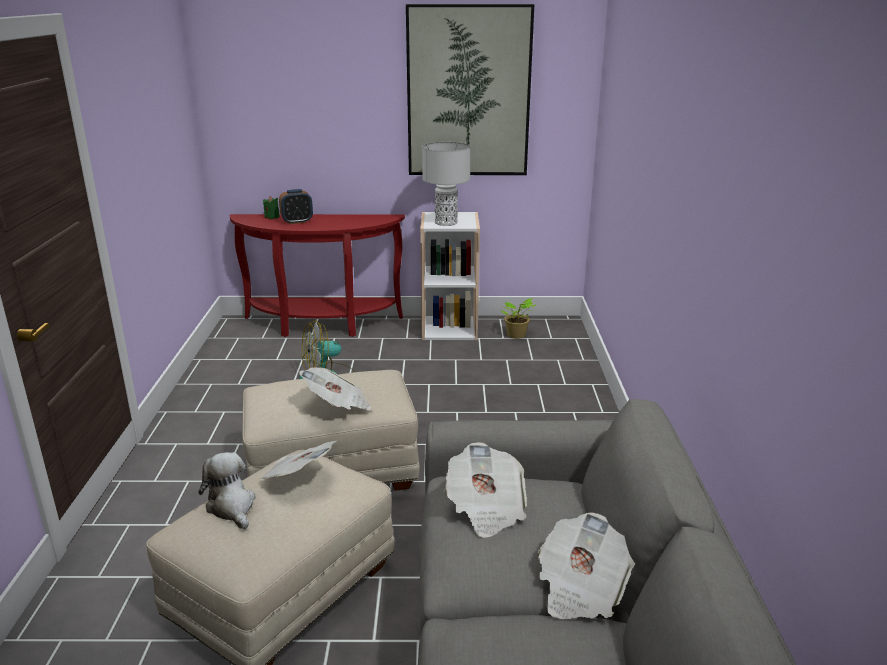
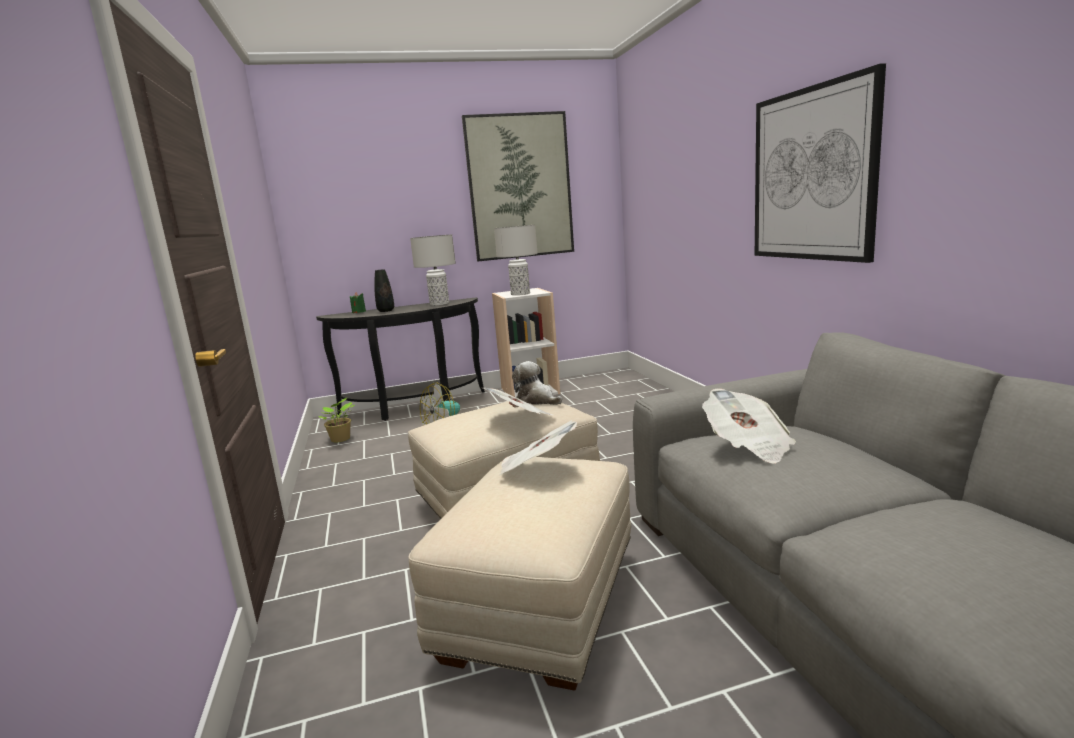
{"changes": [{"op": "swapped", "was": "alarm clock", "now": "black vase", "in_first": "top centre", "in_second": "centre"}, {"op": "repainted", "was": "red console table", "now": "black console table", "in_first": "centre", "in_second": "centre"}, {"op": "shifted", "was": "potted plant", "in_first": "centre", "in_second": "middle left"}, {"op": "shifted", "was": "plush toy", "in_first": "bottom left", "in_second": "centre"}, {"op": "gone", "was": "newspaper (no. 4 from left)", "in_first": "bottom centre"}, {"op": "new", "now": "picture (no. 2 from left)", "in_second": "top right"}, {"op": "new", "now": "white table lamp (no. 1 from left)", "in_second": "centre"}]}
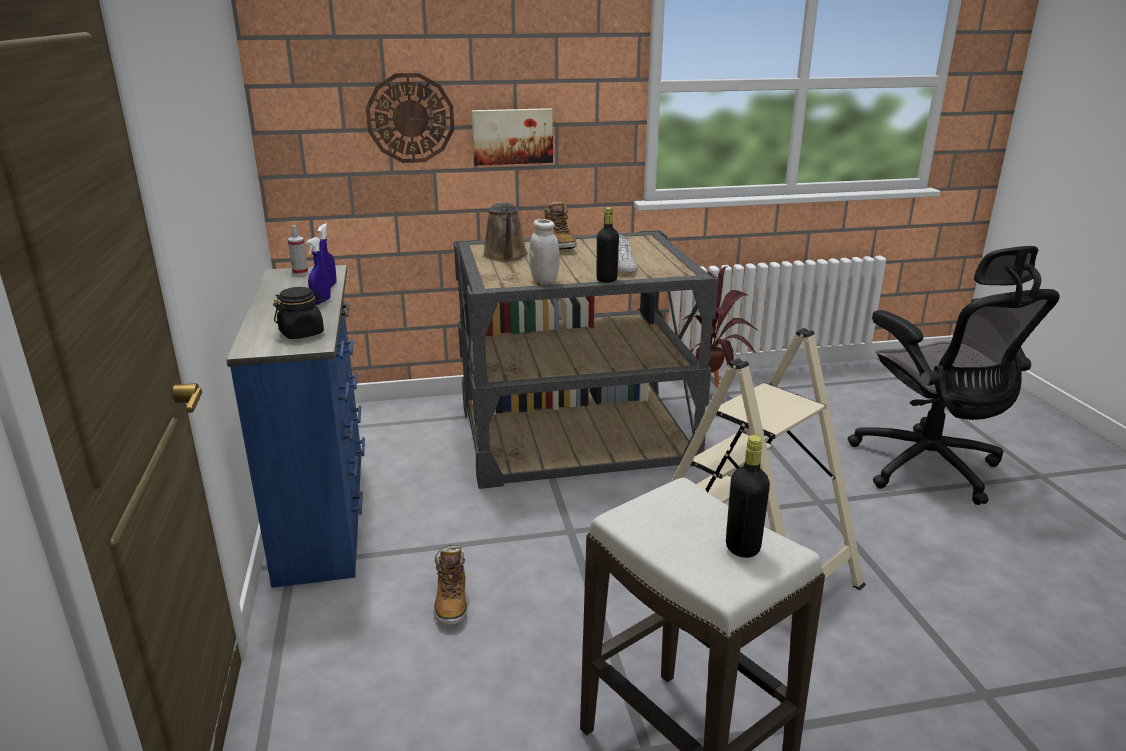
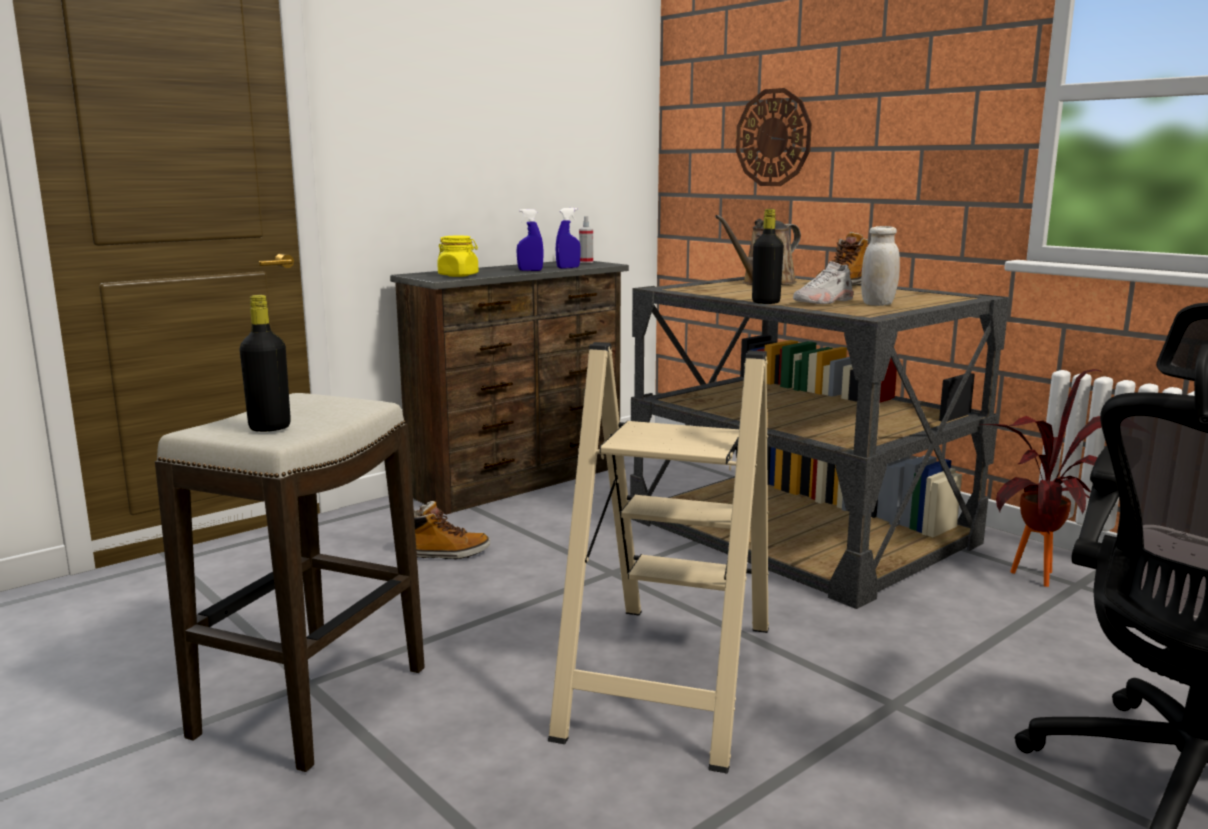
{"changes": [{"op": "gone", "was": "picture", "in_first": "top centre"}, {"op": "shifted", "was": "white jar", "in_first": "centre", "in_second": "top right"}, {"op": "repainted", "was": "blue dresser", "now": "brown dresser", "in_first": "middle left", "in_second": "centre"}, {"op": "repainted", "was": "black jar", "now": "yellow jar", "in_first": "middle left", "in_second": "top centre"}, {"op": "rotated", "was": "boot (no. 1 from left)", "in_first": "bottom centre", "in_second": "centre", "clockwise": -150}]}
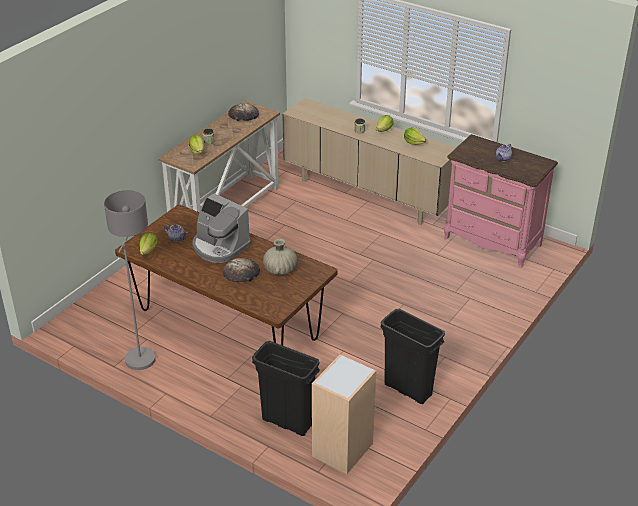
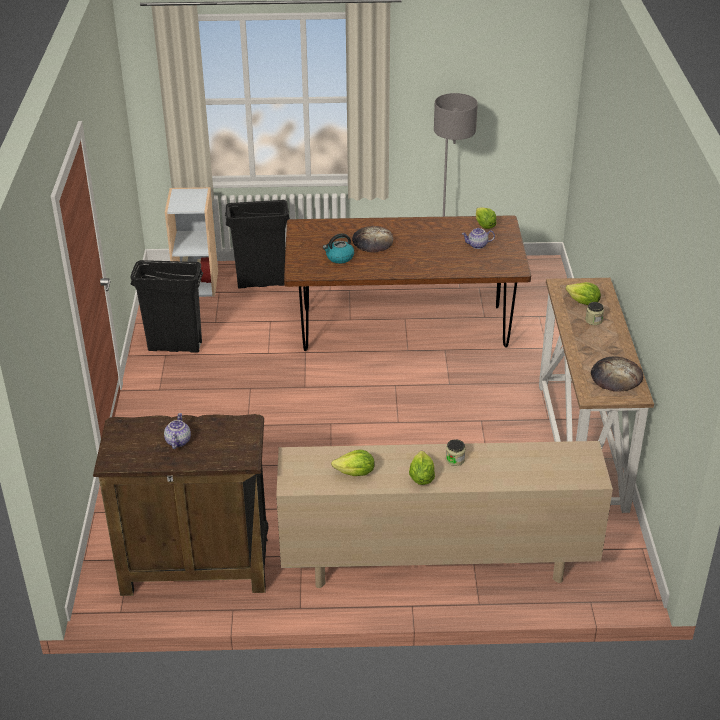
{"changes": [{"op": "repainted", "was": "pink dresser", "now": "black dresser", "in_first": "middle right", "in_second": "bottom left"}, {"op": "gone", "was": "coffee machine", "in_first": "centre"}, {"op": "swapped", "was": "beige vase", "now": "kettle", "in_first": "centre", "in_second": "centre"}]}
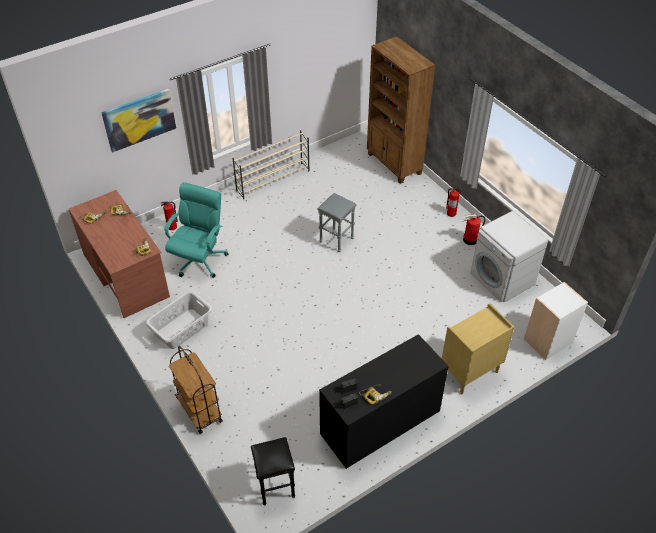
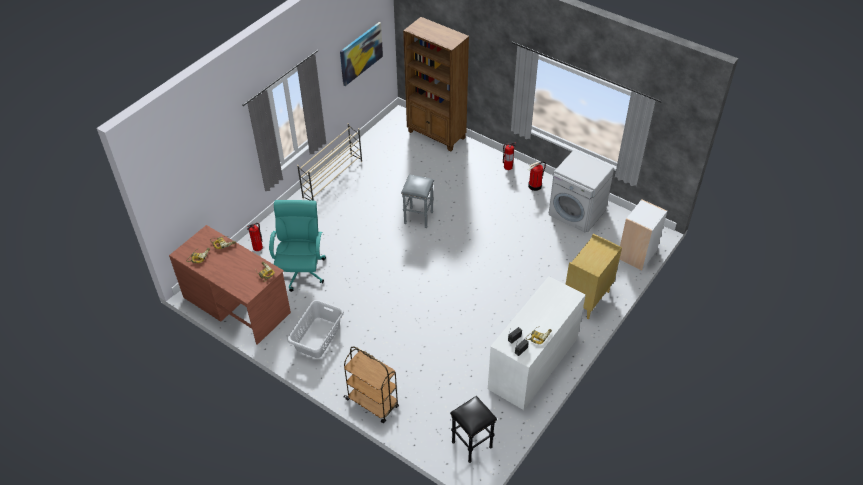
{"changes": [{"op": "shifted", "was": "picture", "in_first": "top left", "in_second": "top centre"}, {"op": "repainted", "was": "black dresser", "now": "white dresser", "in_first": "bottom centre", "in_second": "bottom centre"}]}
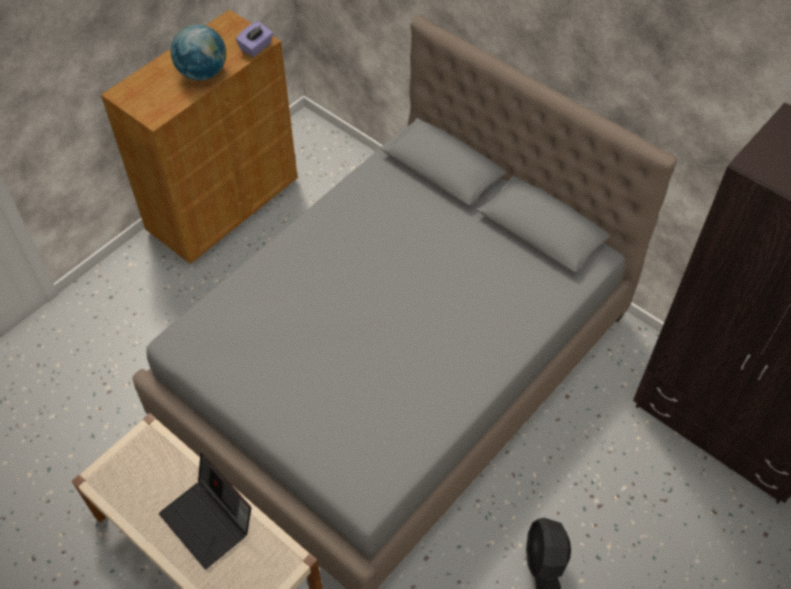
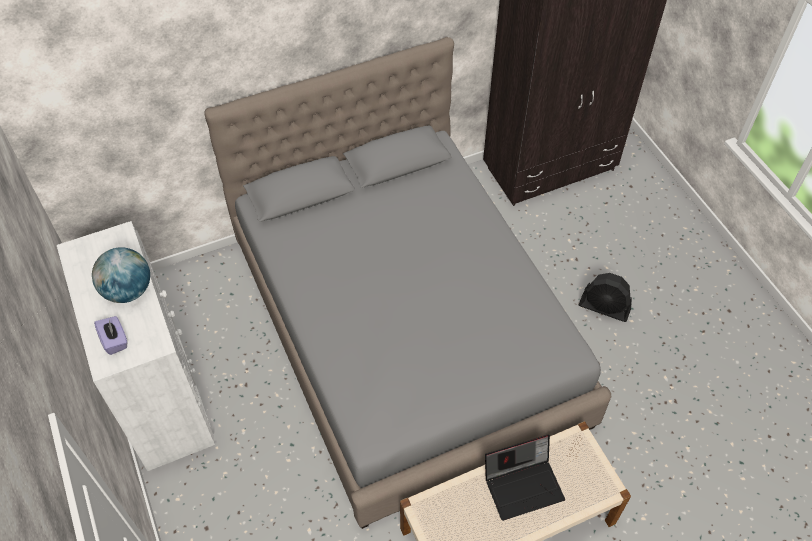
{"changes": [{"op": "repainted", "was": "brown dresser", "now": "white dresser", "in_first": "top left", "in_second": "middle left"}, {"op": "shifted", "was": "purple tissue box", "in_first": "top left", "in_second": "middle left"}]}
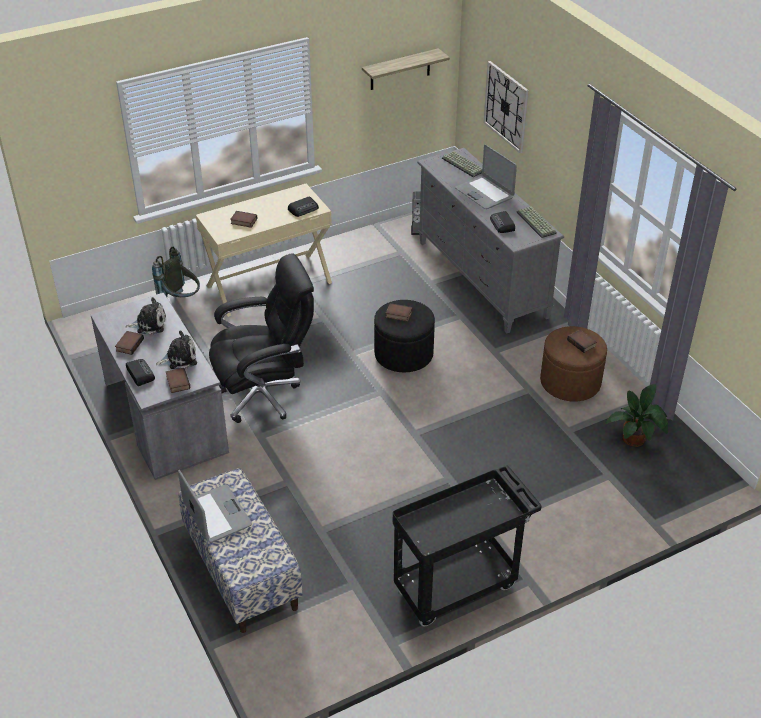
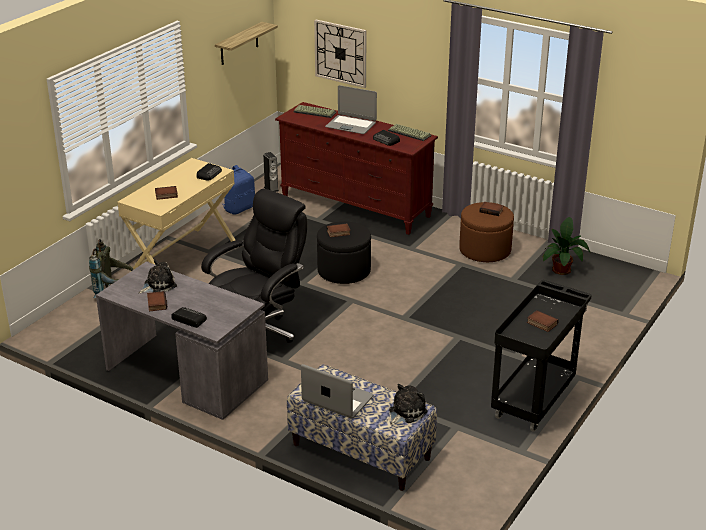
{"changes": [{"op": "repainted", "was": "grey dresser", "now": "red dresser", "in_first": "centre", "in_second": "top centre"}, {"op": "shifted", "was": "plush toy (no. 2 from left)", "in_first": "middle left", "in_second": "bottom centre"}, {"op": "shifted", "was": "book (no. 2 from left in the first image)", "now": "book (no. 5 from left)", "in_first": "middle left", "in_second": "middle right"}, {"op": "new", "now": "blue backpack", "in_second": "centre"}]}
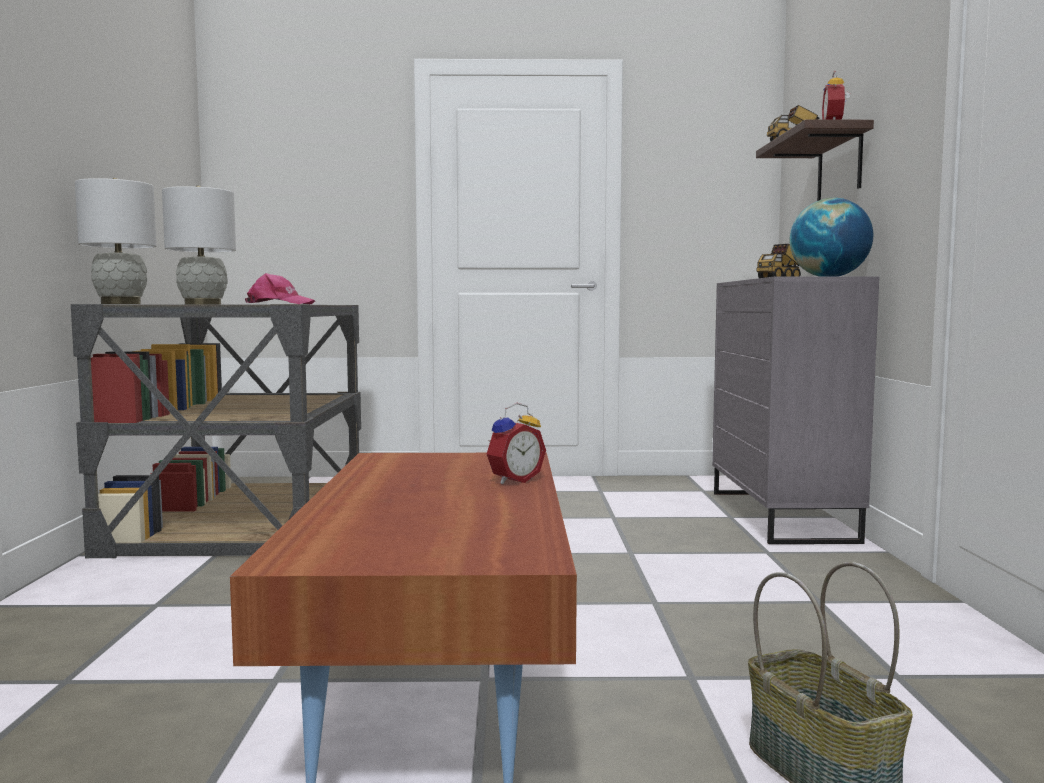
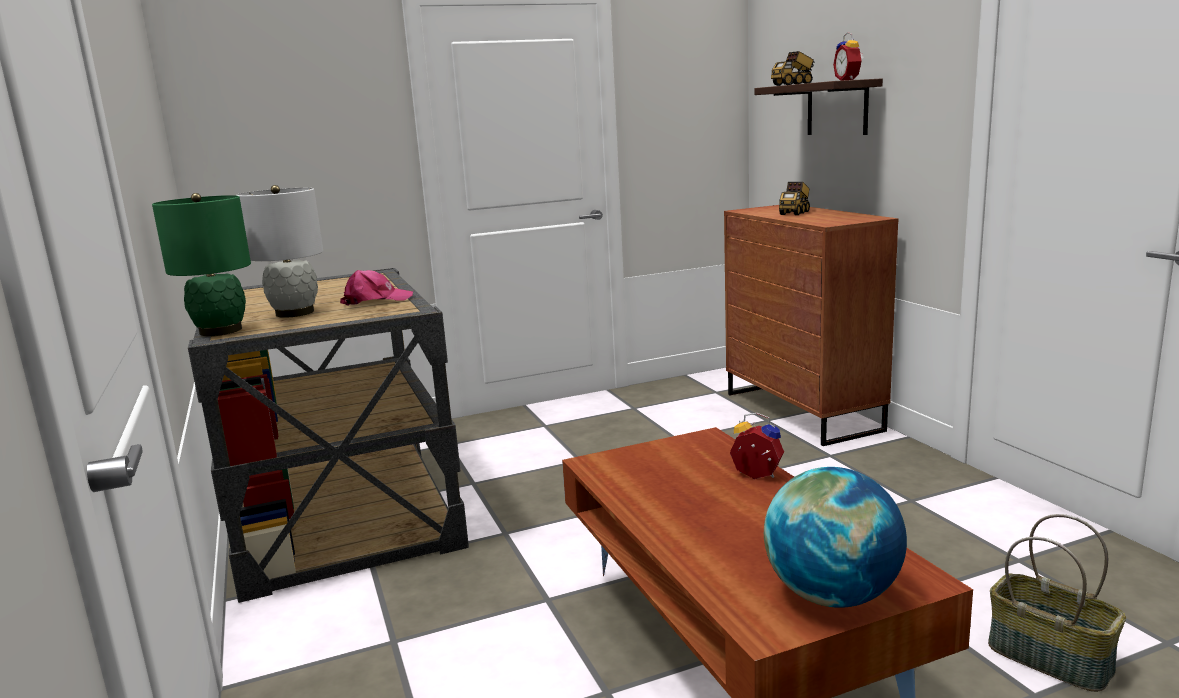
{"changes": [{"op": "repainted", "was": "white table lamp (no. 1 from left)", "now": "green table lamp", "in_first": "top left", "in_second": "middle left"}, {"op": "shifted", "was": "globe", "in_first": "top right", "in_second": "bottom right"}, {"op": "repainted", "was": "grey dresser", "now": "brown dresser", "in_first": "middle right", "in_second": "middle right"}, {"op": "rotated", "was": "alarm clock (no. 1 from left)", "in_first": "centre", "in_second": "centre", "clockwise": -90}]}
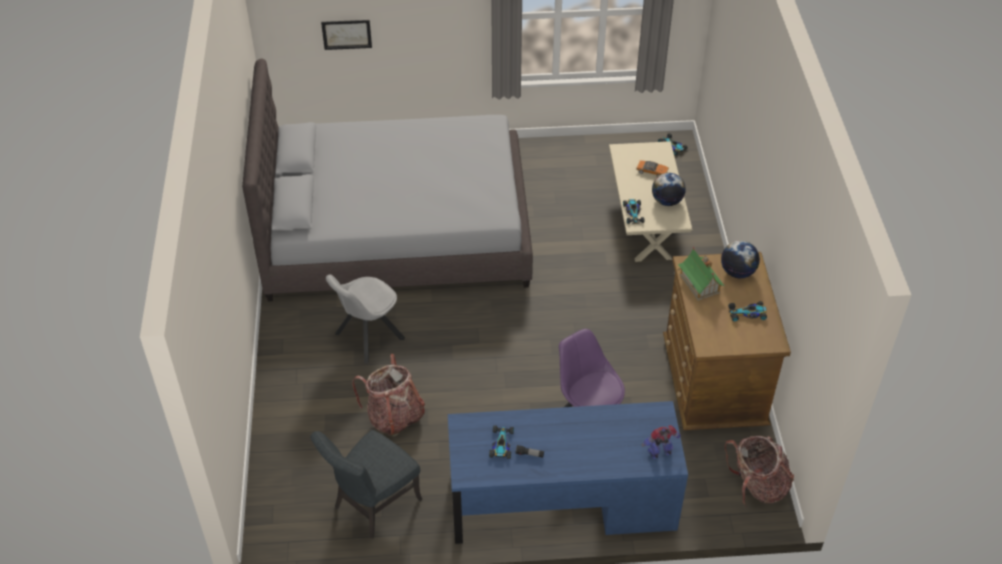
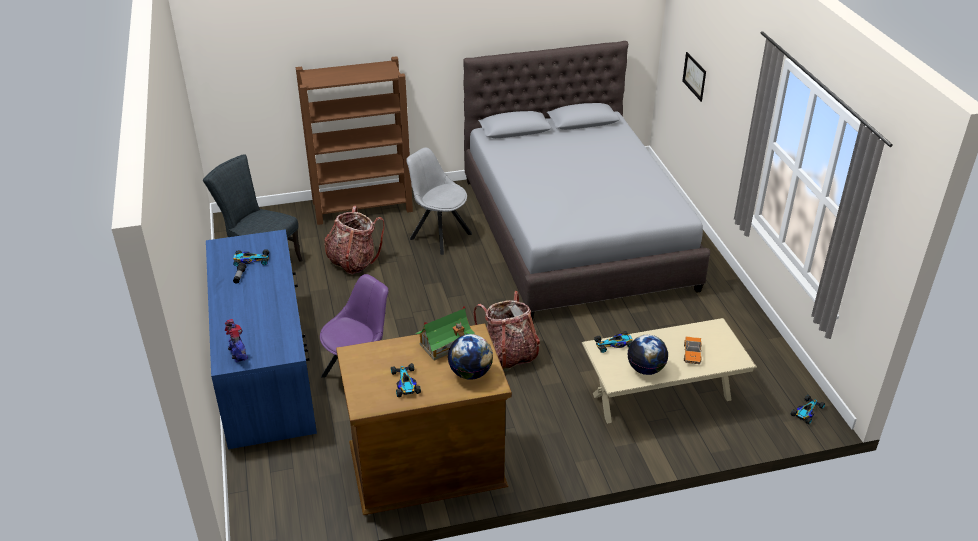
{"changes": [{"op": "shifted", "was": "backpack (no. 2 from left)", "in_first": "bottom right", "in_second": "centre"}, {"op": "new", "now": "brown bookcase", "in_second": "top centre"}]}
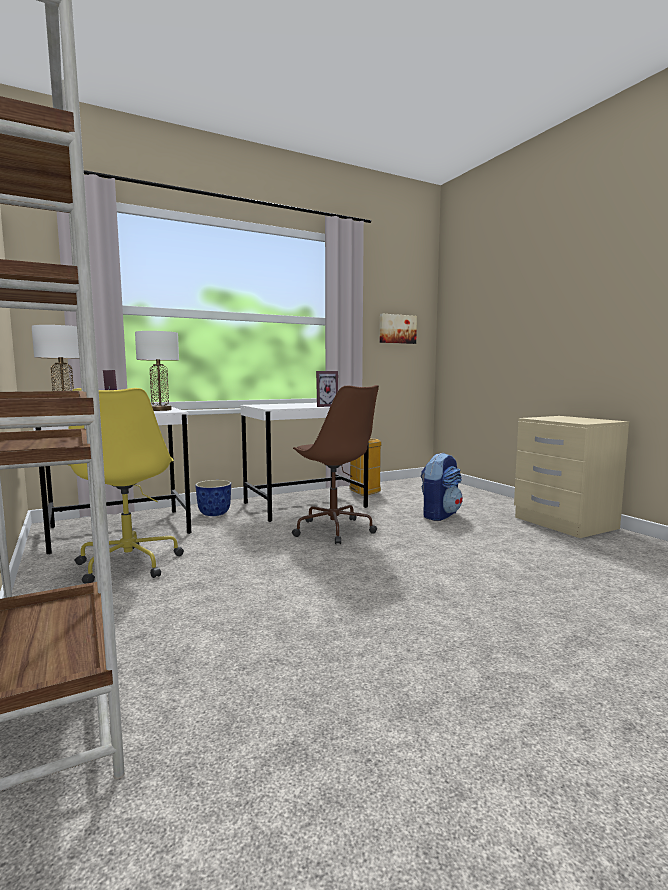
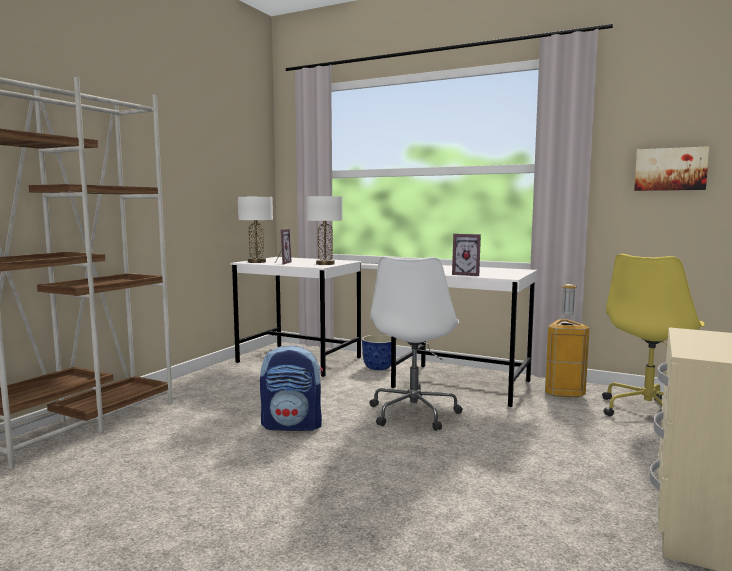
{"changes": [{"op": "repainted", "was": "brown office chair", "now": "white office chair", "in_first": "centre", "in_second": "centre"}, {"op": "shifted", "was": "yellow office chair", "in_first": "middle left", "in_second": "middle right"}, {"op": "shifted", "was": "backpack", "in_first": "centre", "in_second": "bottom centre"}]}
